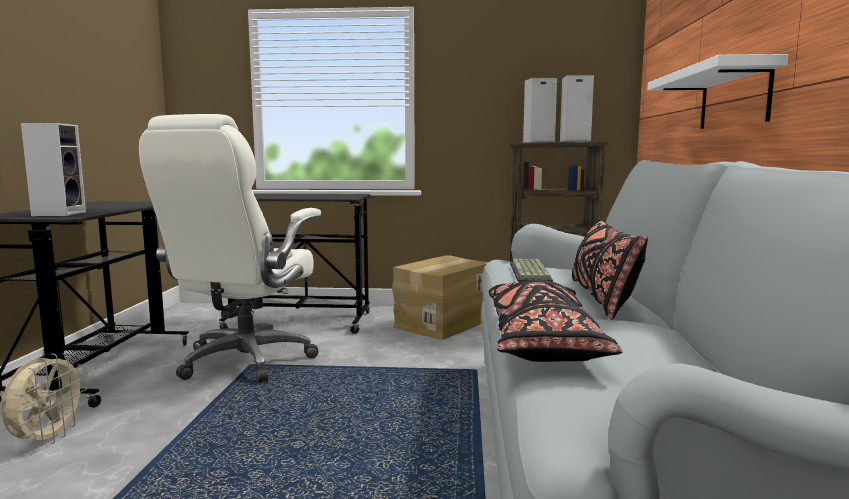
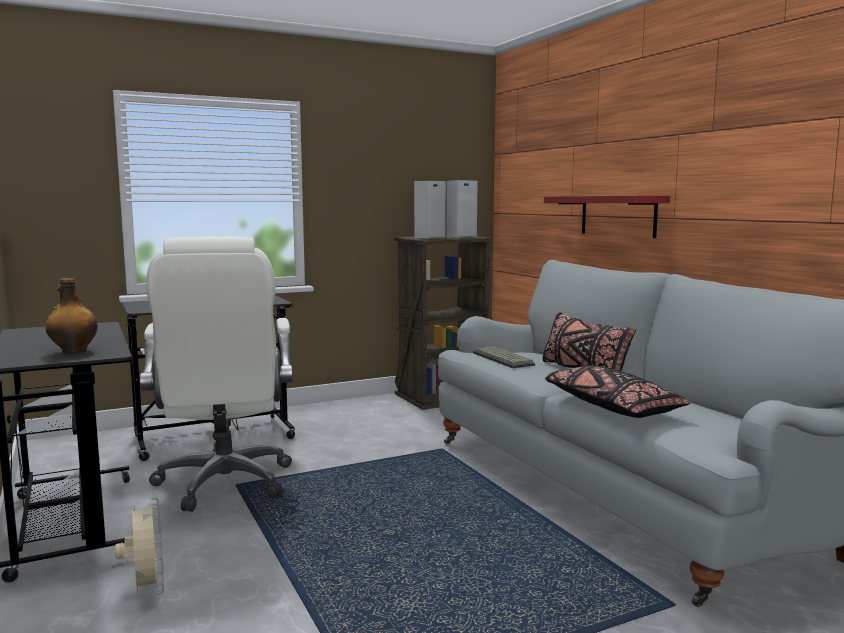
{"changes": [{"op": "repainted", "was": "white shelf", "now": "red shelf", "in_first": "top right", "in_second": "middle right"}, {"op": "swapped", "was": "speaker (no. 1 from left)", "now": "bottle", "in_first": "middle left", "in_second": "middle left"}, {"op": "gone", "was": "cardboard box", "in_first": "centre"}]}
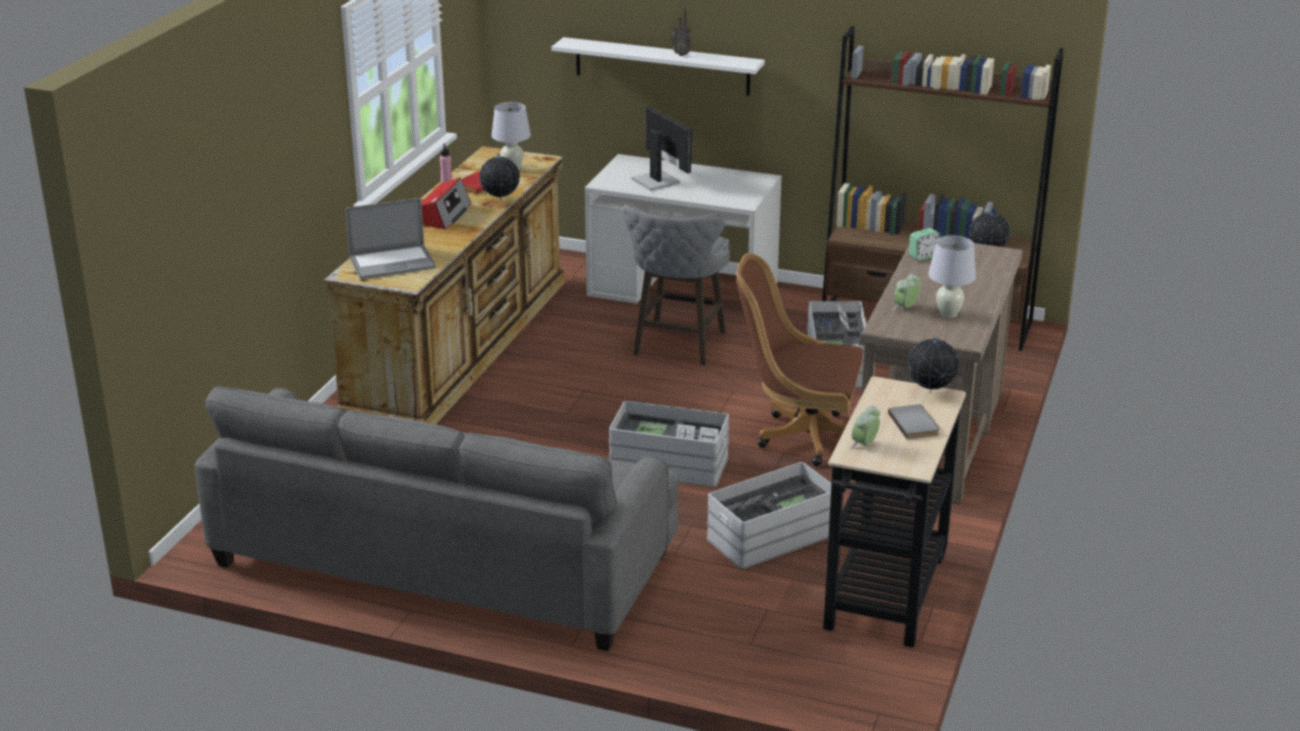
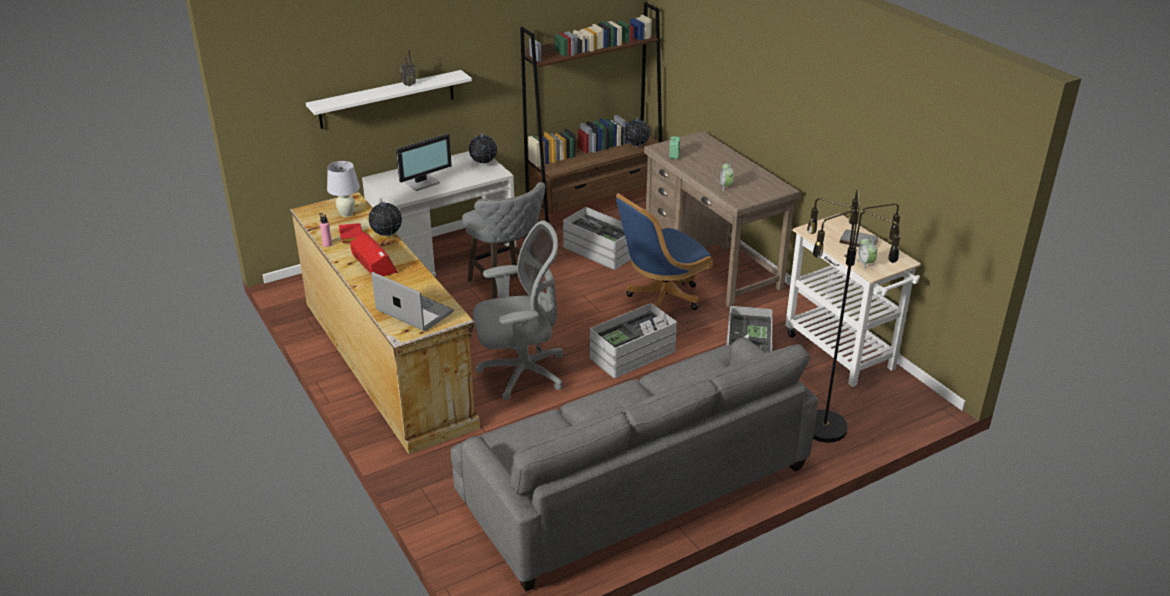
{"changes": [{"op": "rotated", "was": "monitor", "in_first": "top centre", "in_second": "top centre", "clockwise": 135}, {"op": "rotated", "was": "laptop", "in_first": "top left", "in_second": "centre", "clockwise": -75}, {"op": "gone", "was": "white table lamp (no. 2 from left)", "in_first": "middle right"}, {"op": "repainted", "was": "brown office chair", "now": "blue office chair", "in_first": "centre", "in_second": "centre"}, {"op": "shifted", "was": "globe (no. 2 from left)", "in_first": "middle right", "in_second": "top centre"}, {"op": "repainted", "was": "black cart", "now": "white cart", "in_first": "bottom right", "in_second": "middle right"}, {"op": "new", "now": "floor lamp", "in_second": "middle right"}, {"op": "new", "now": "grey office chair", "in_second": "centre"}]}
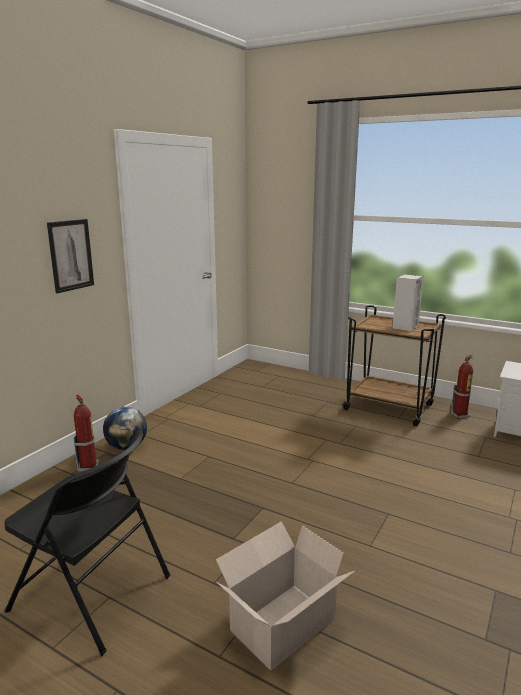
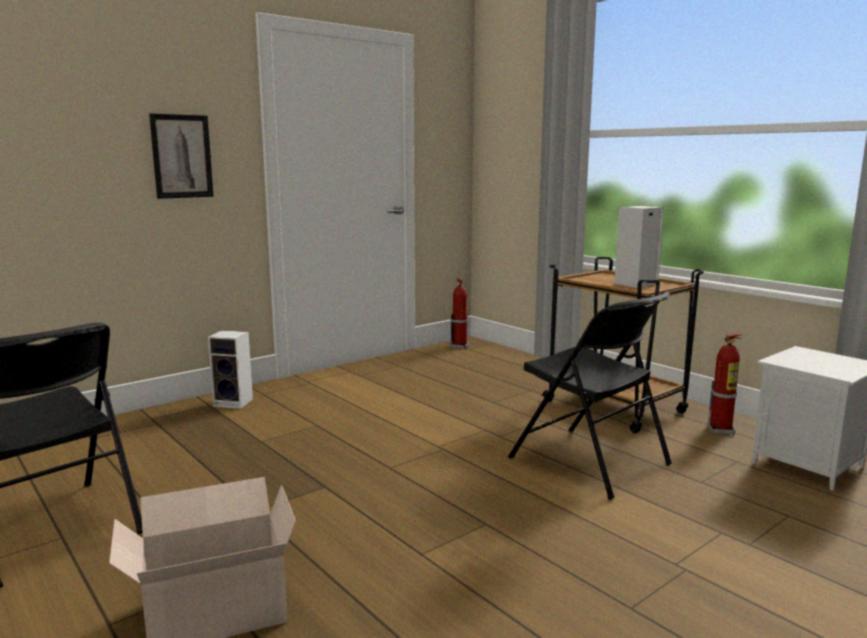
{"changes": [{"op": "shifted", "was": "fire extinguisher (no. 1 from left)", "in_first": "middle left", "in_second": "centre"}, {"op": "swapped", "was": "globe", "now": "speaker (no. 1 from left)", "in_first": "middle left", "in_second": "middle left"}, {"op": "new", "now": "black chair (no. 2 from left)", "in_second": "middle right"}]}
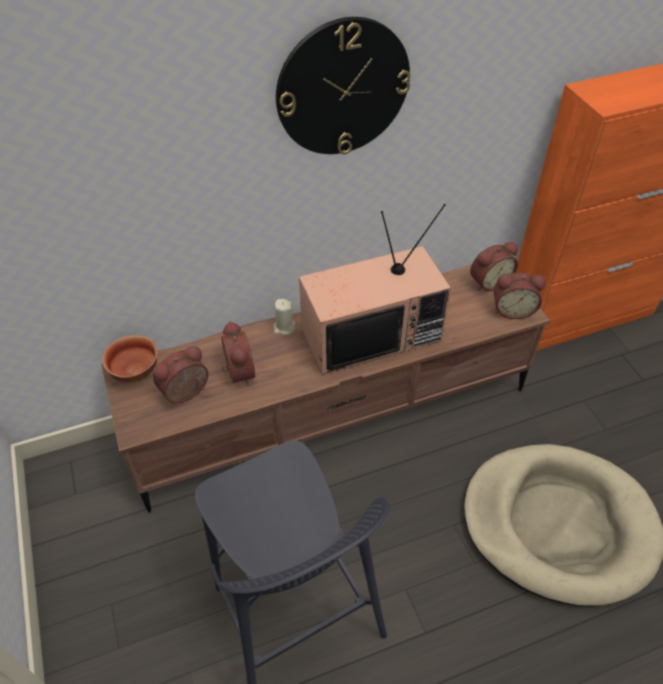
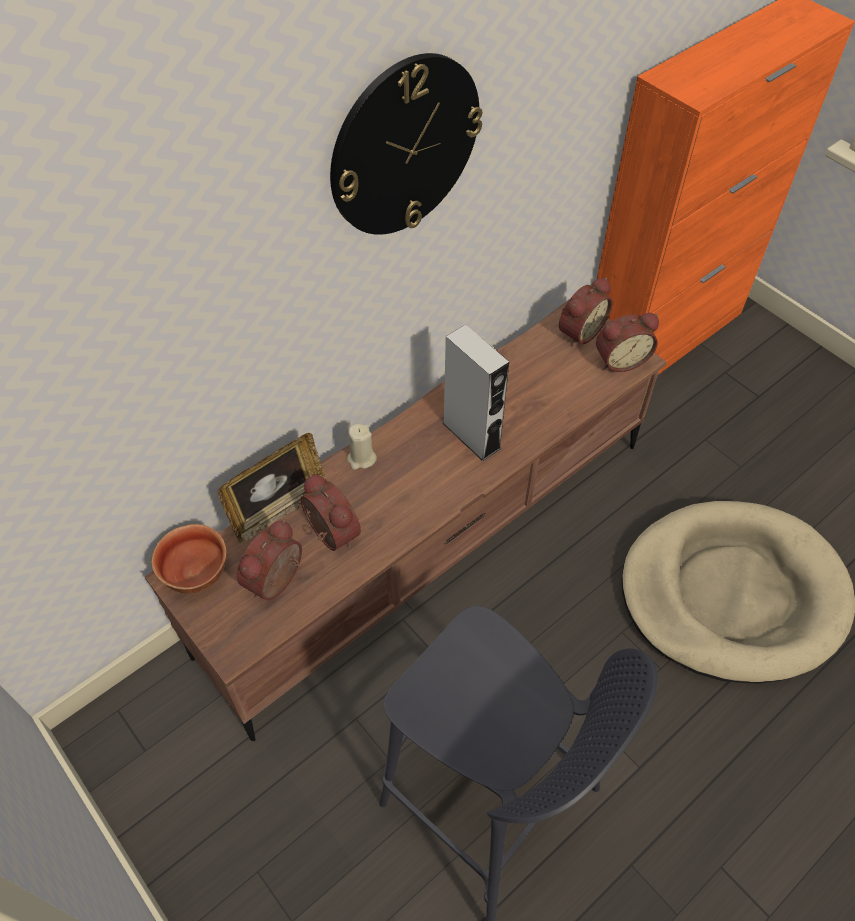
{"changes": [{"op": "swapped", "was": "television", "now": "grey speaker", "in_first": "centre", "in_second": "centre"}, {"op": "new", "now": "picture frame", "in_second": "middle left"}]}
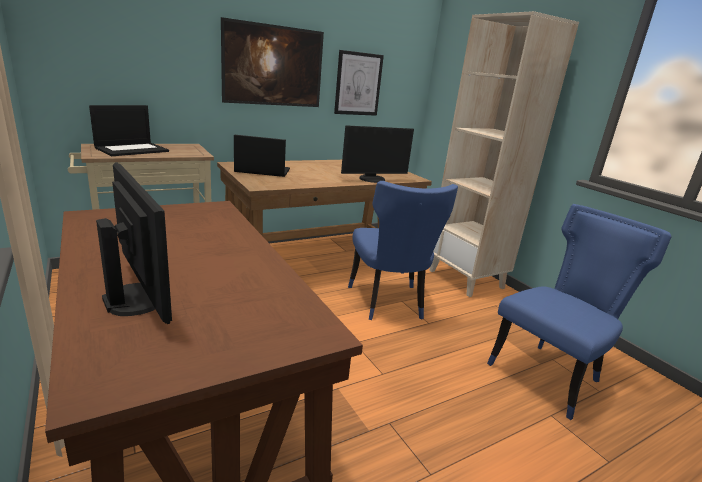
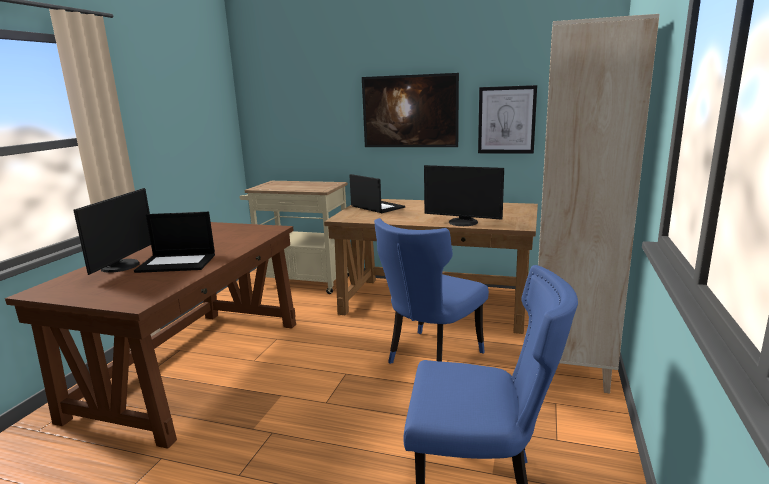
{"changes": [{"op": "shifted", "was": "laptop (no. 1 from left)", "in_first": "top left", "in_second": "middle left"}]}
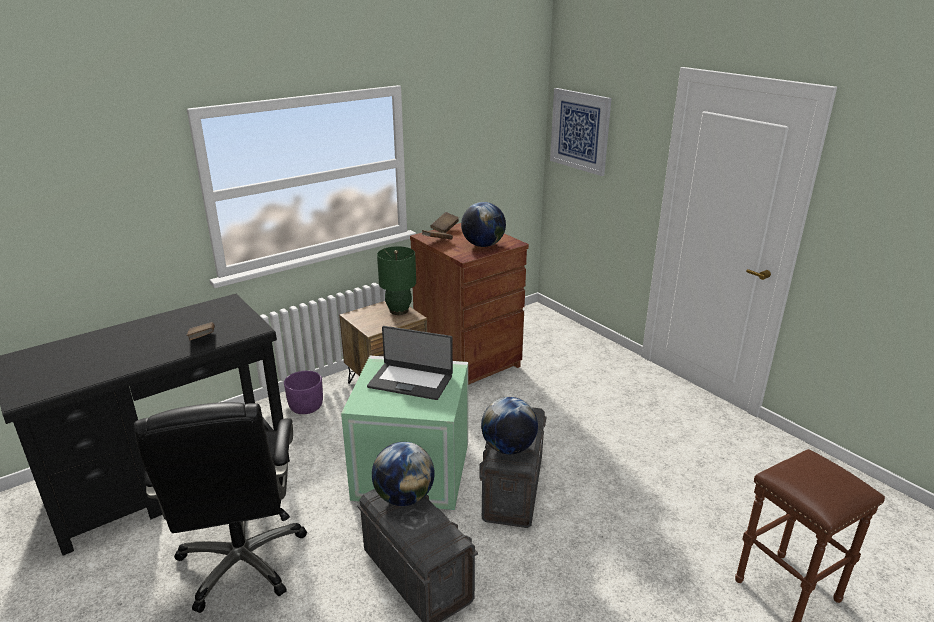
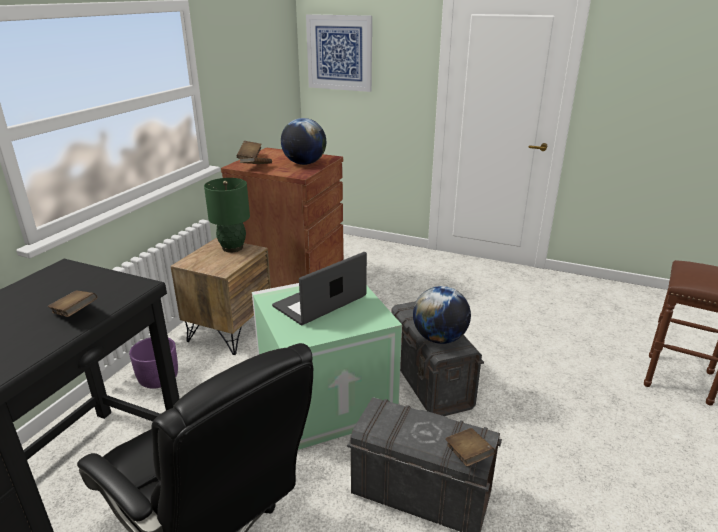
{"changes": [{"op": "rotated", "was": "laptop", "in_first": "centre", "in_second": "centre", "clockwise": 150}, {"op": "gone", "was": "globe (no. 1 from left)", "in_first": "bottom centre"}, {"op": "new", "now": "brown book (no. 4 from left)", "in_second": "bottom centre"}]}
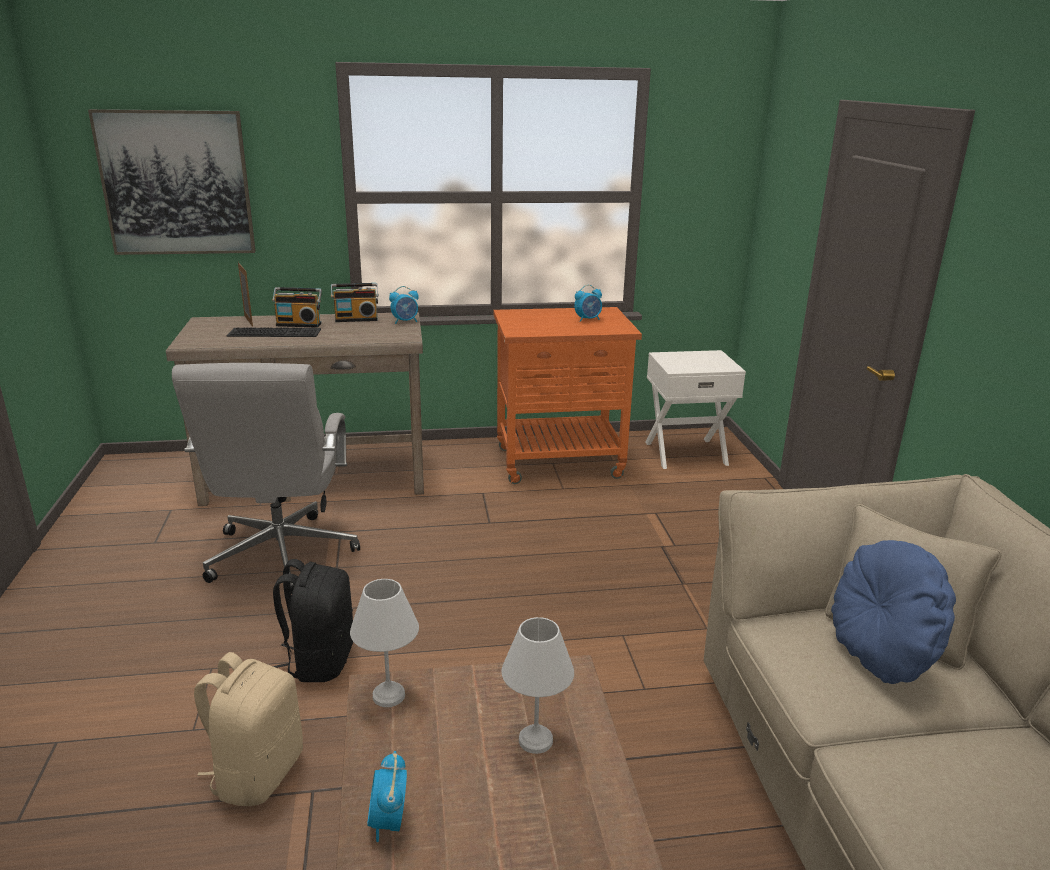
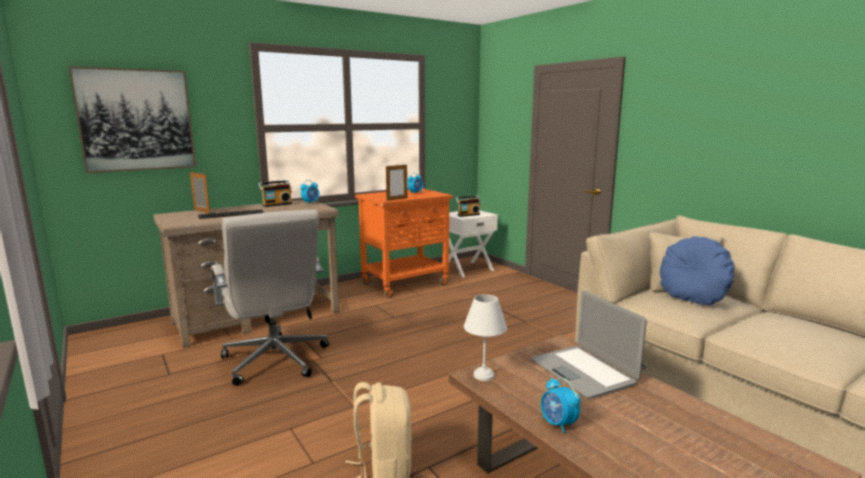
{"changes": [{"op": "shifted", "was": "radio (no. 1 from left in the first image)", "now": "radio (no. 2 from left)", "in_first": "middle left", "in_second": "centre"}, {"op": "gone", "was": "black backpack", "in_first": "bottom left"}, {"op": "swapped", "was": "white table lamp (no. 2 from left)", "now": "laptop", "in_first": "bottom centre", "in_second": "bottom right"}, {"op": "new", "now": "picture frame (no. 2 from left)", "in_second": "centre"}]}
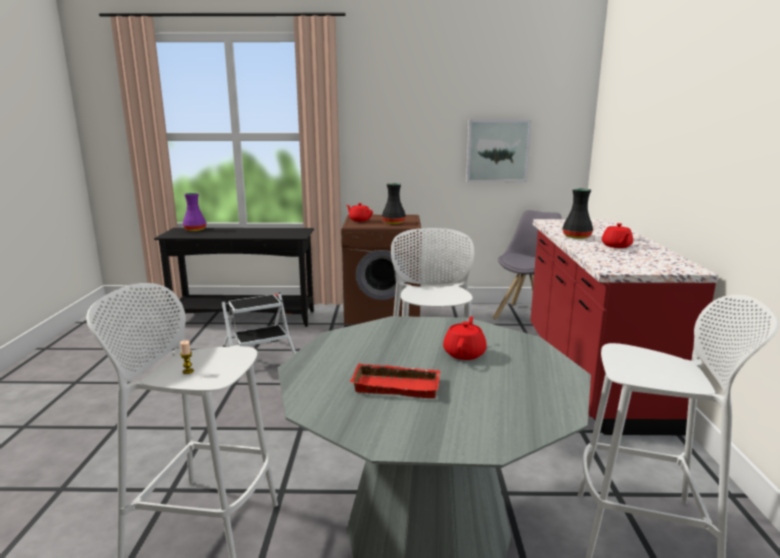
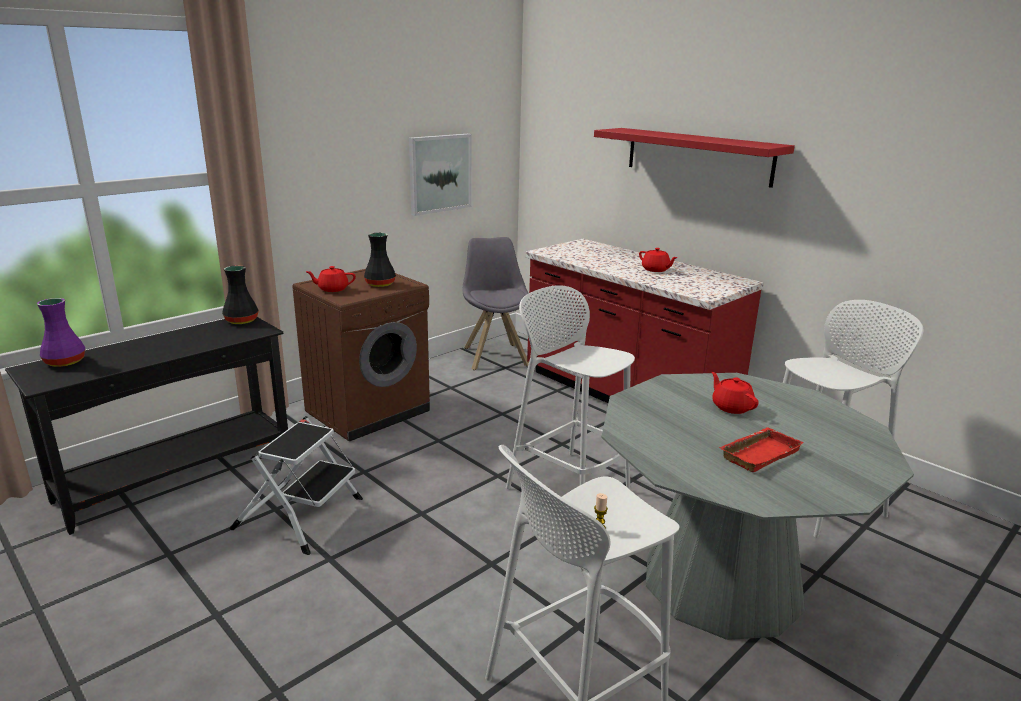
{"changes": [{"op": "shifted", "was": "black vase (no. 2 from left in the first image)", "now": "black vase (no. 1 from left)", "in_first": "middle right", "in_second": "middle left"}, {"op": "new", "now": "red shelf", "in_second": "top right"}]}
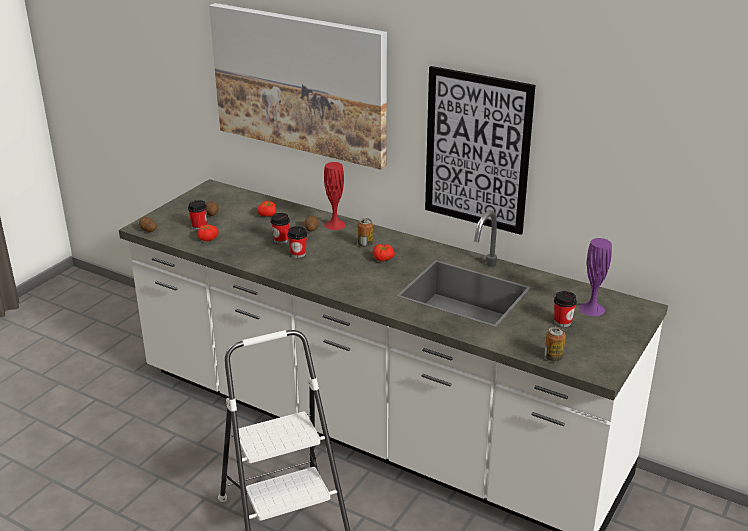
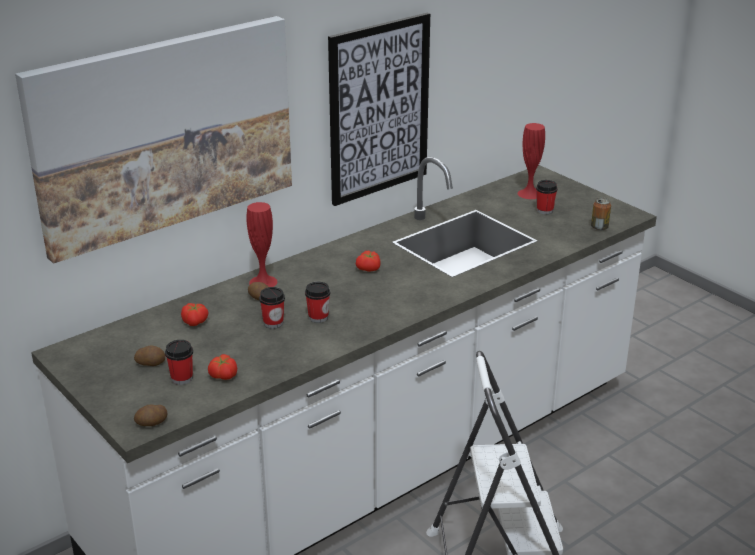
{"changes": [{"op": "gone", "was": "can (no. 1 from left)", "in_first": "centre"}, {"op": "repainted", "was": "purple vase", "now": "red vase (no. 2 from left)", "in_first": "middle right", "in_second": "top right"}]}
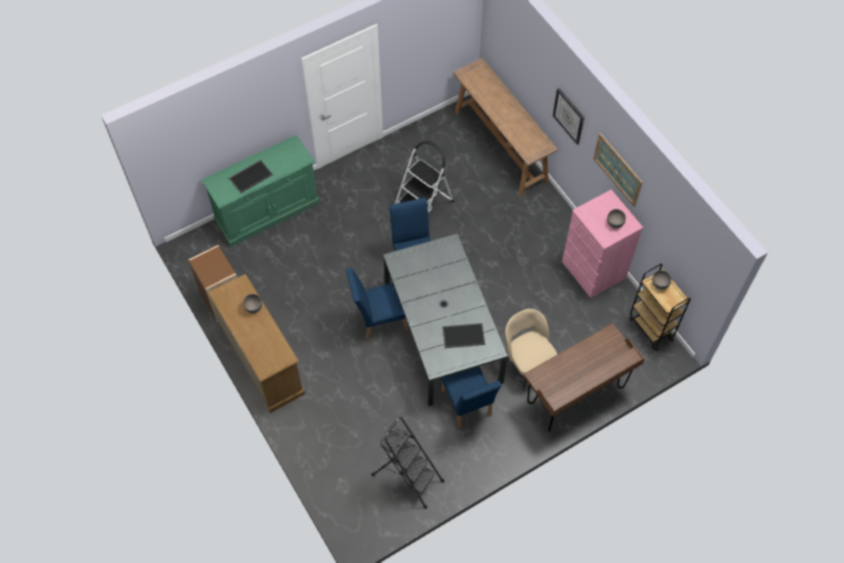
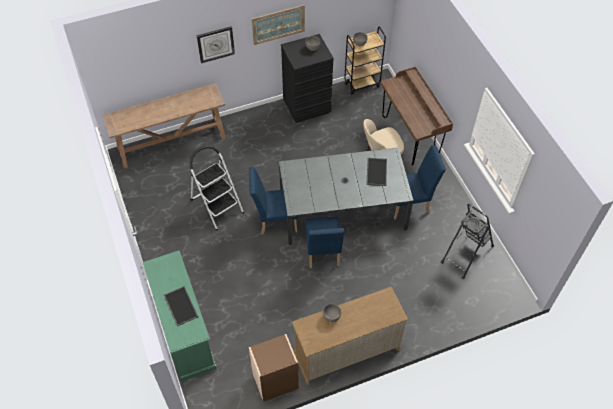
{"changes": [{"op": "repainted", "was": "pink dresser", "now": "black dresser", "in_first": "middle right", "in_second": "top centre"}]}
